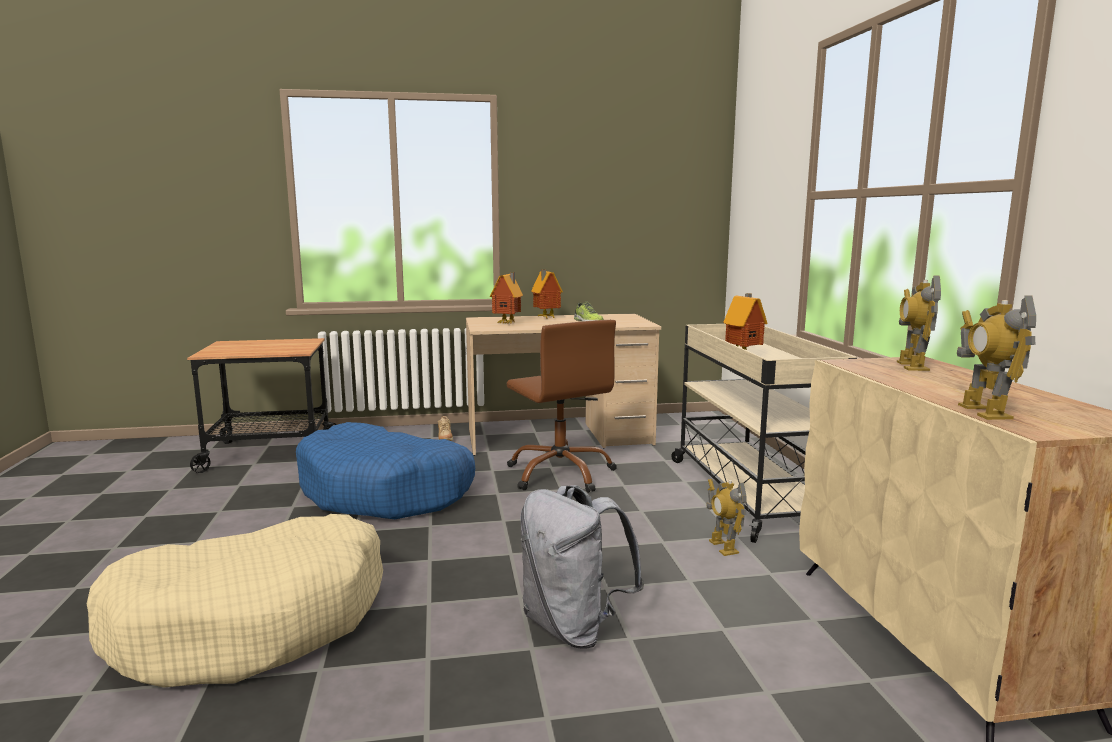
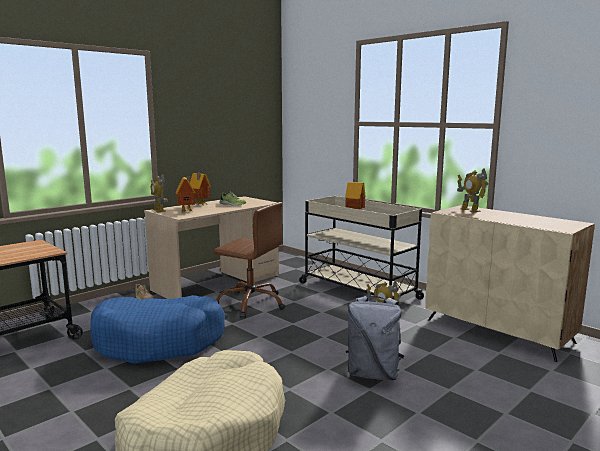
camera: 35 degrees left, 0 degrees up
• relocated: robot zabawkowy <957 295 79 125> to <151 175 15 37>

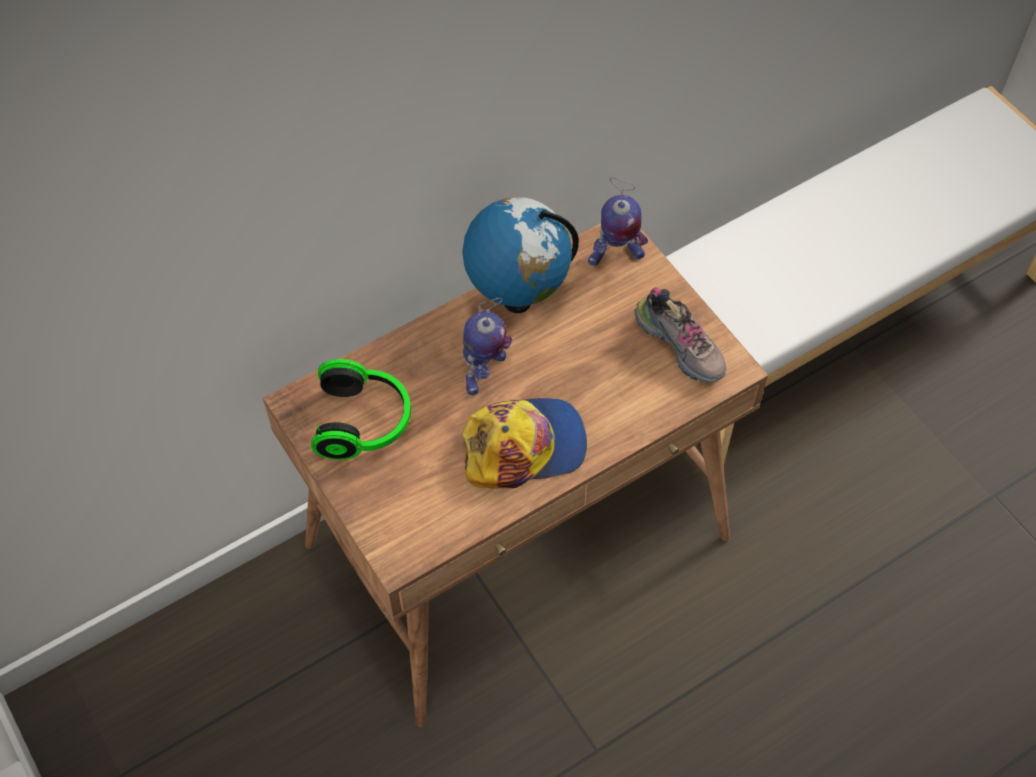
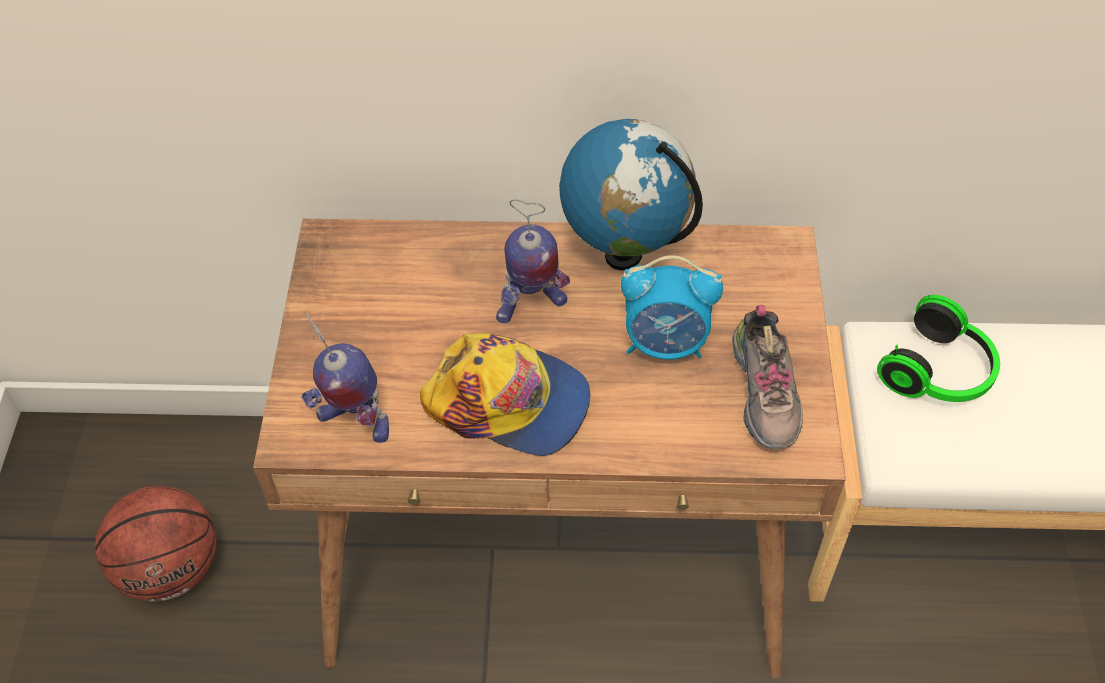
camera: 35 degrees right, 5 degrees down
• relocated: słuchawki <311 359 100 101> to <877 295 123 107>
• relocated: robot zabawkowy <588 177 60 89> to <302 311 87 132>
• appeared: piłka do koszykówki <95 486 122 116>
• appeared: budzik <621 255 102 104>

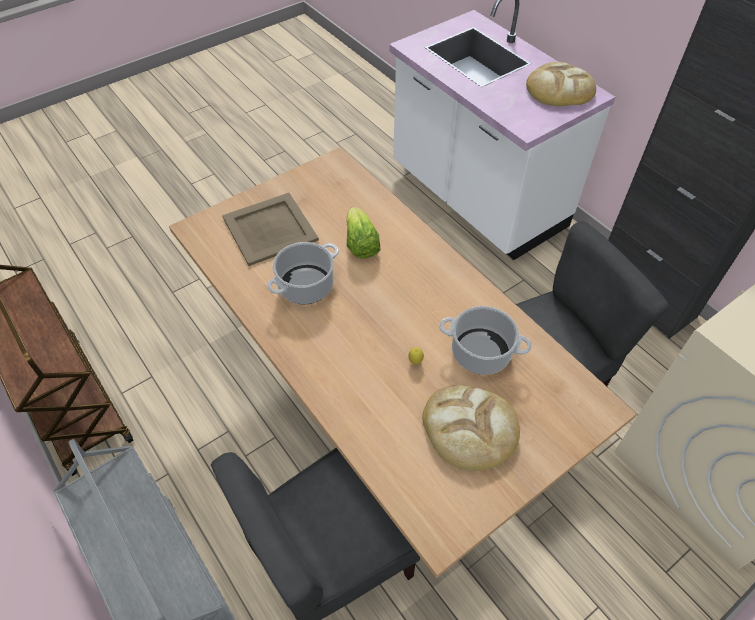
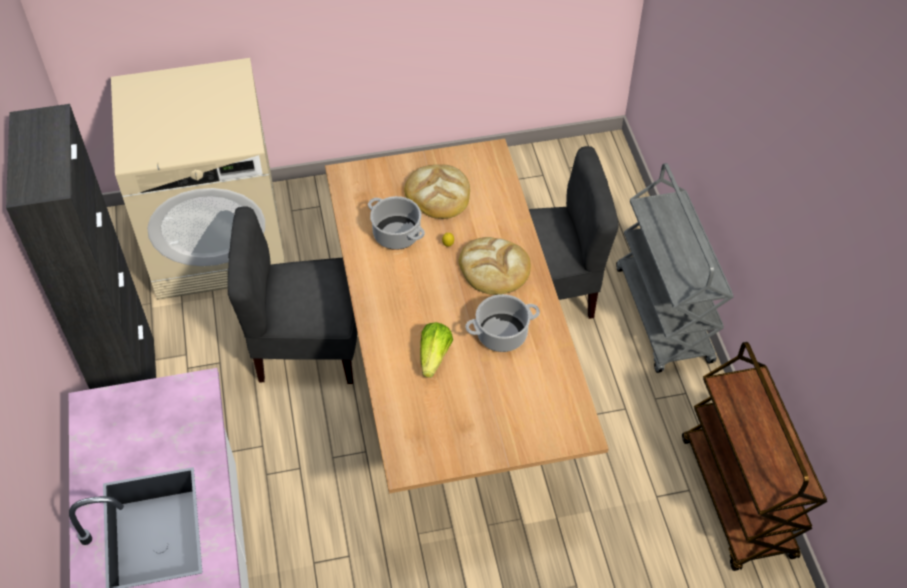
camera: 155 degrees left, 0 degrees up
• missing: taca/beżowy <222 193 97 73>
• relocated: chleb <526 62 70 44> to <458 237 73 58>

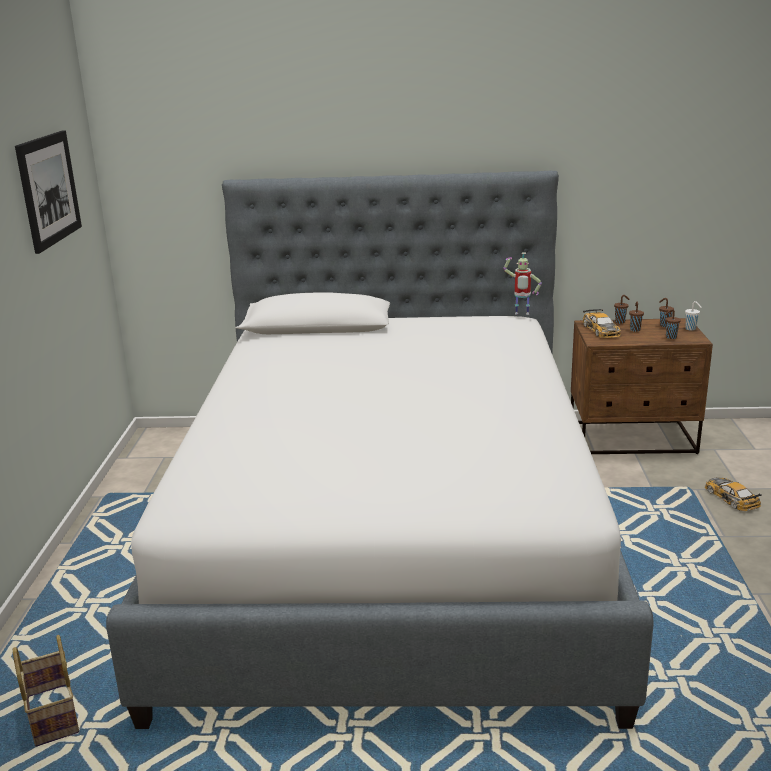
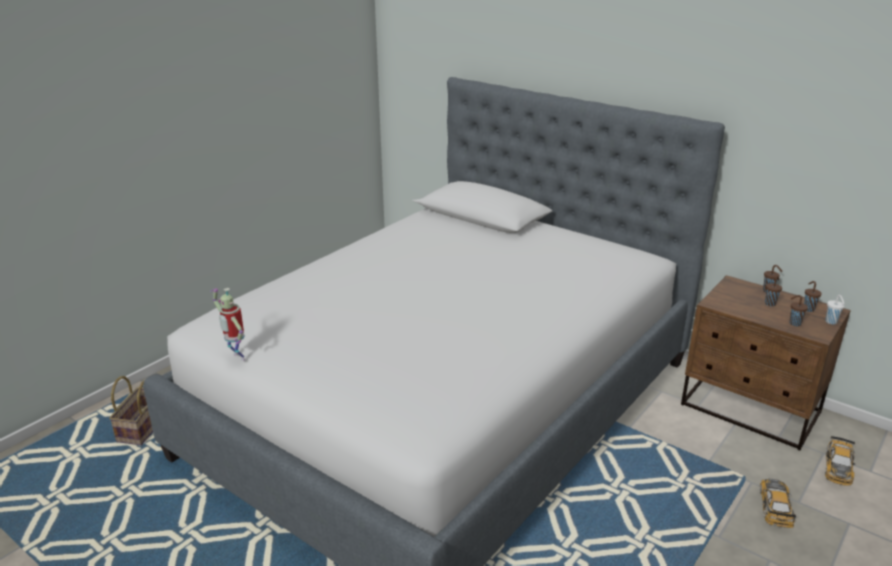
camera: 35 degrees right, 5 degrees up
• missing: obraz <15 130 67 124>
• relocated: robot zabawkowy <503 252 39 63> to <210 288 36 73>
• relocated: samochodzik <582 309 39 29> to <825 436 30 50>

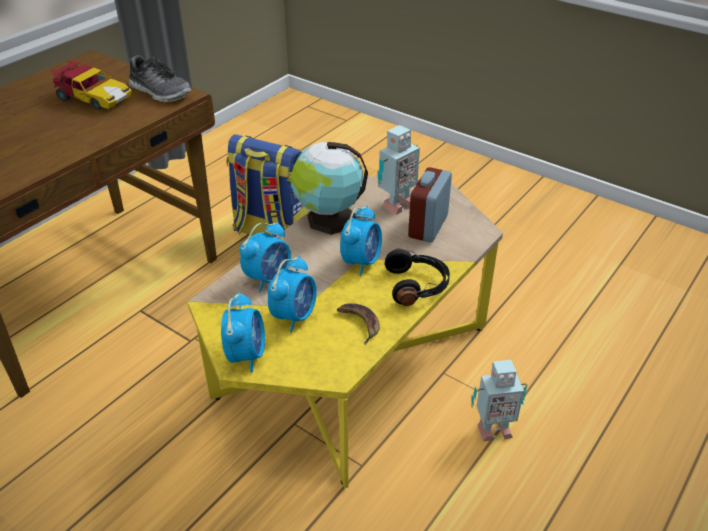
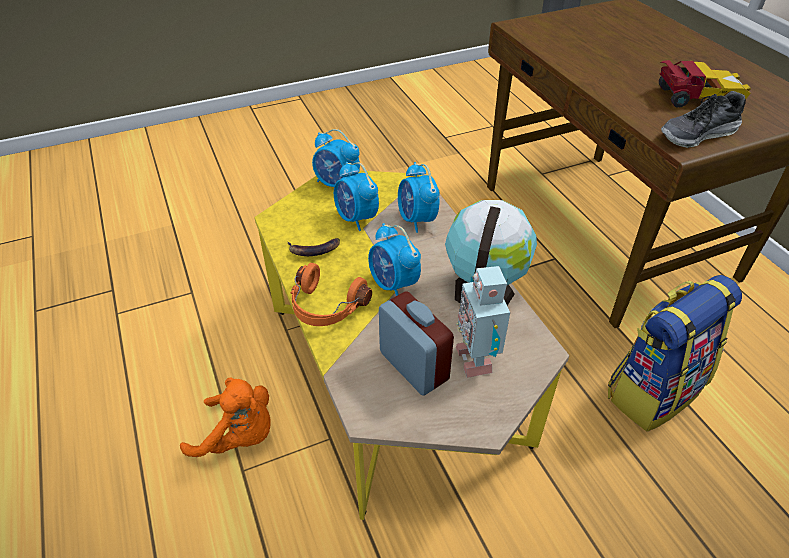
camera: 120 degrees right, 5 degrees up
• spun: samochodzik <51 61 81 49> = <659 60 92 48> 150 degrees counterclockwise
• colour: słuchawki/czarny <385 249 65 57> to słuchawki/pomarańczowy <290 263 82 63>
• exchanged: robot zabawkowy <471 360 57 81> to pluszak/pomarańczowy <180 377 90 80>

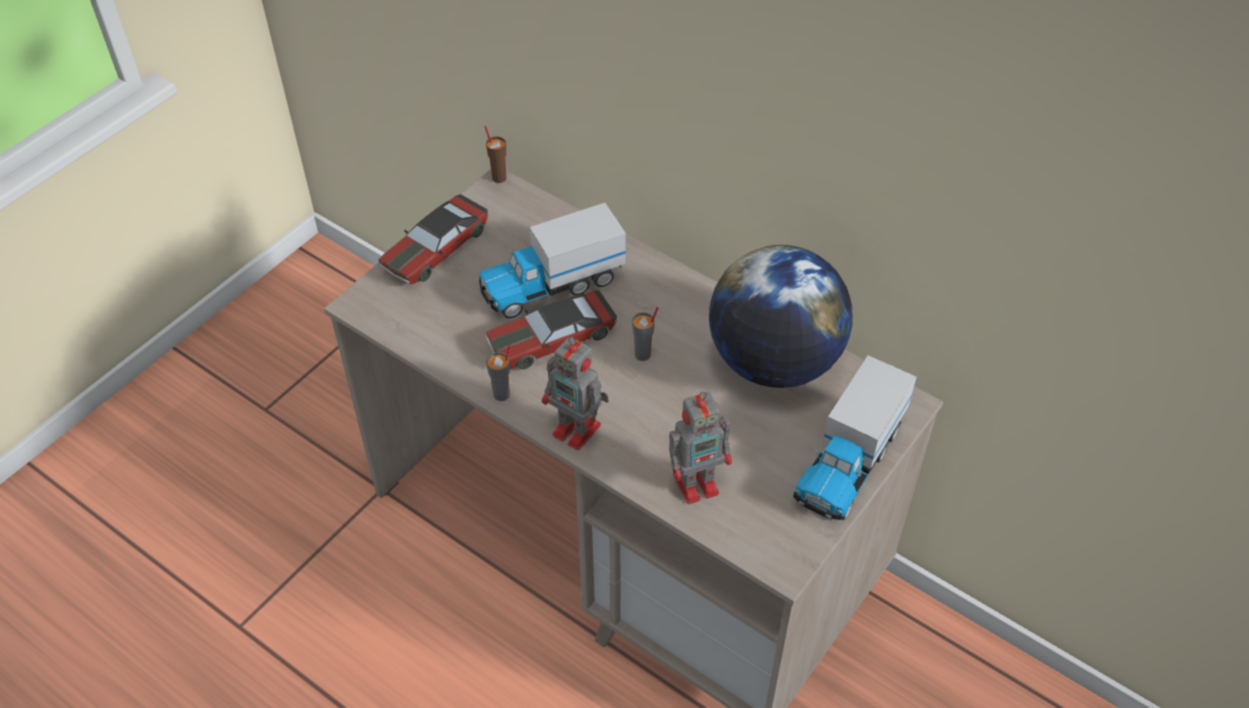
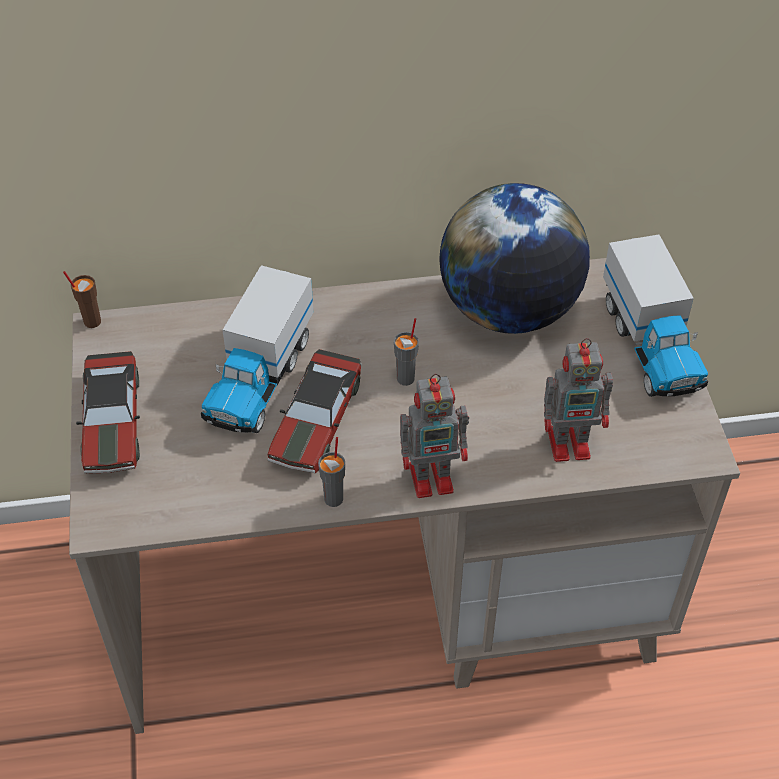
camera: 45 degrees left, 0 degrees up
• spun: robot zabawkowy <669 392 63 112> = <544 338 69 124> 60 degrees clockwise

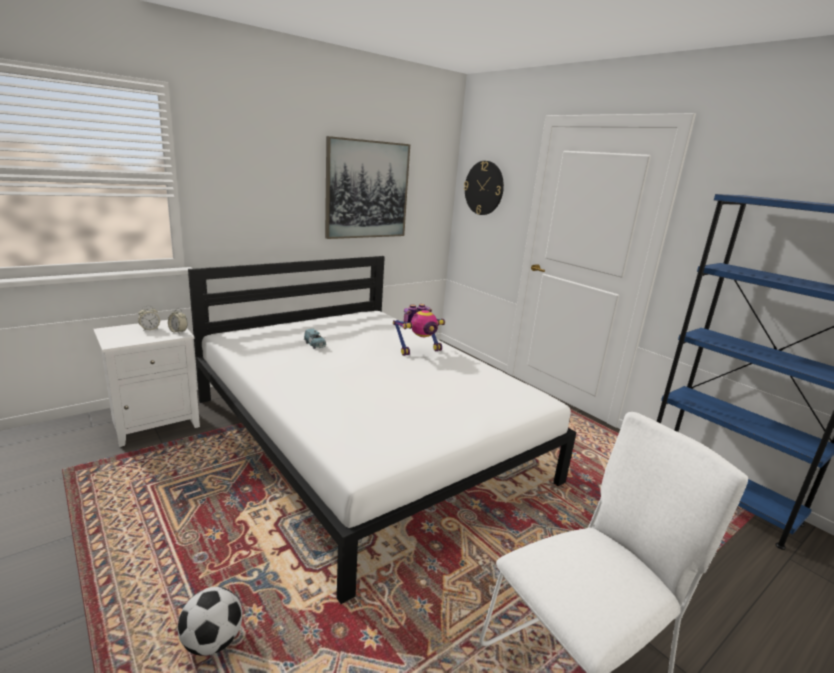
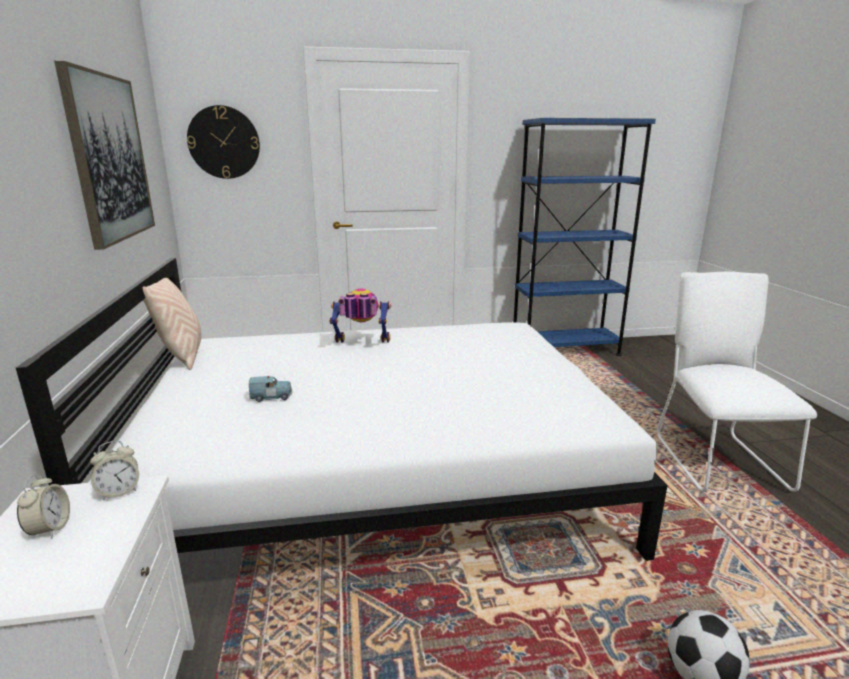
camera: 60 degrees left, 0 degrees up
• spun: robot zabawkowy <393 304 52 52> = <329 289 62 53> 90 degrees counterclockwise
• appeared: poduszka/beżowy <143 278 58 92>

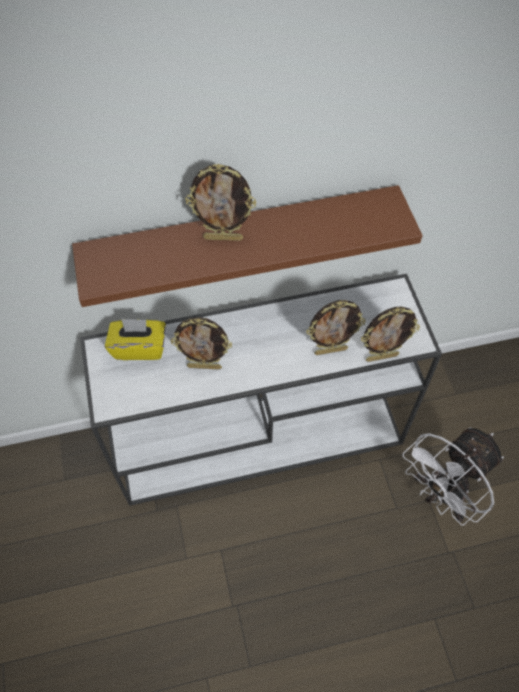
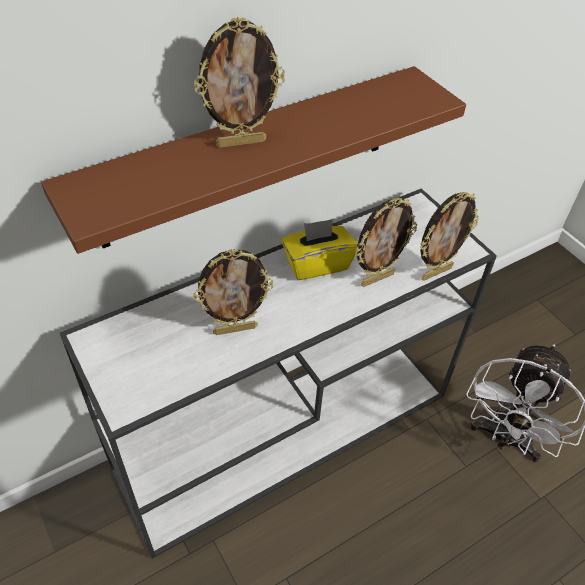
camera: 20 degrees left, 10 degrees down
• relocated: pudełko chusteczek/żółty <105 318 61 42> to <281 219 77 61>

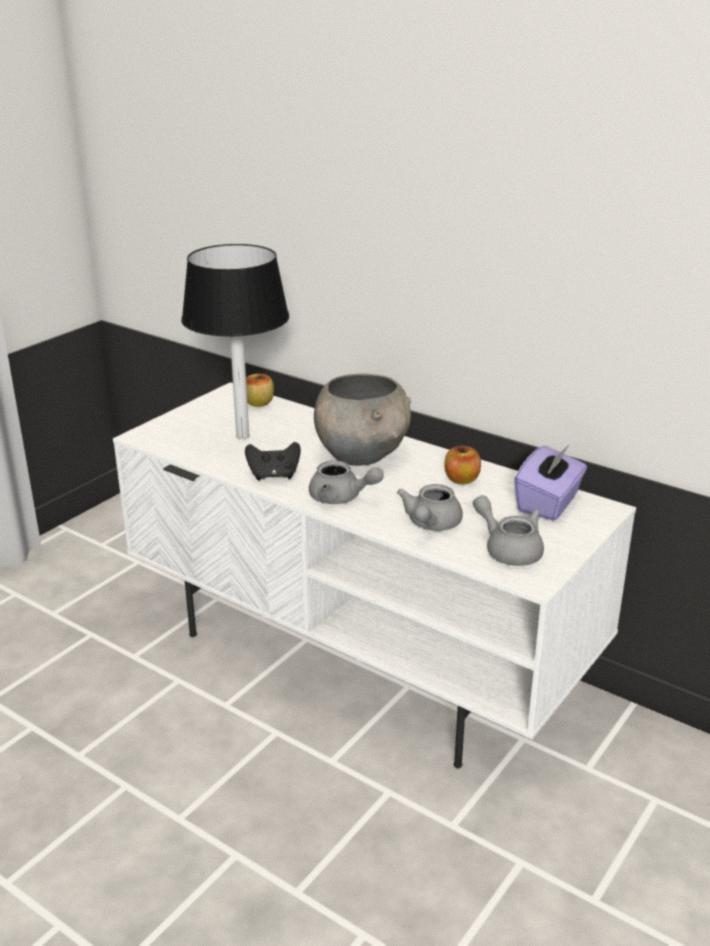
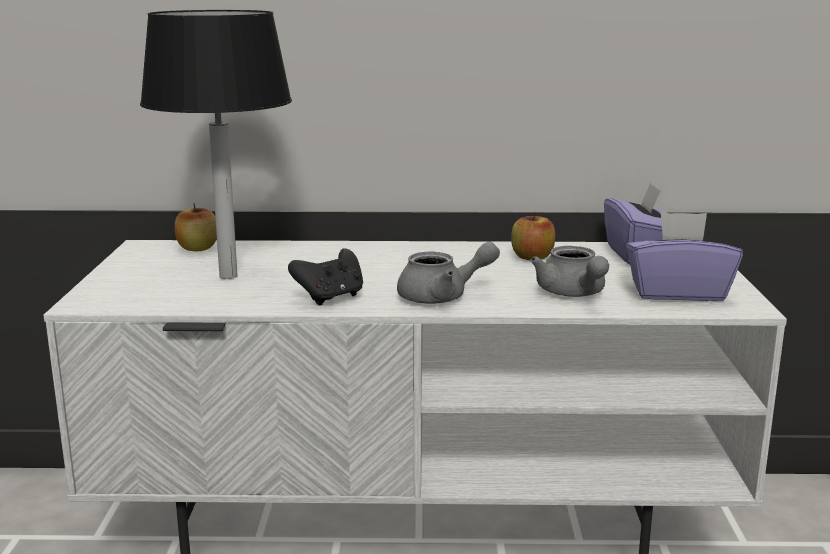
camera: 35 degrees left, 10 degrees down
• missing: miska/szary <314 374 97 92>
• exchanged: imbryk/szary <473 495 71 71> to pudełko chusteczek/fioletowy <626 212 117 89>

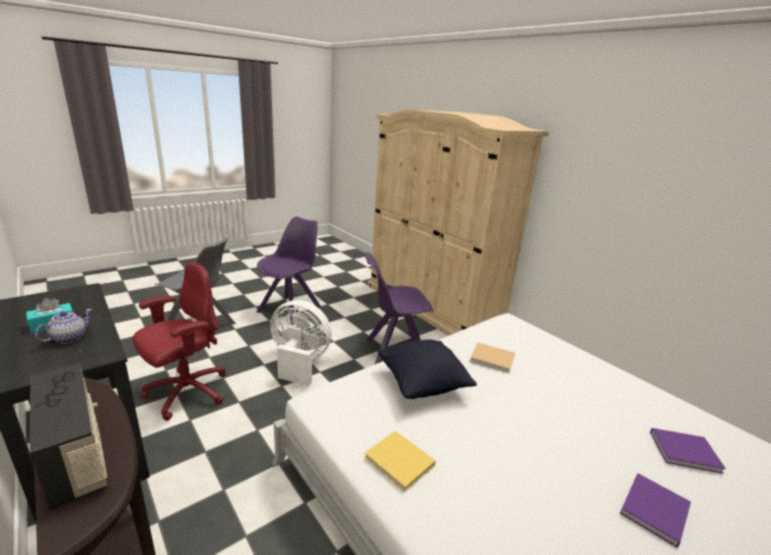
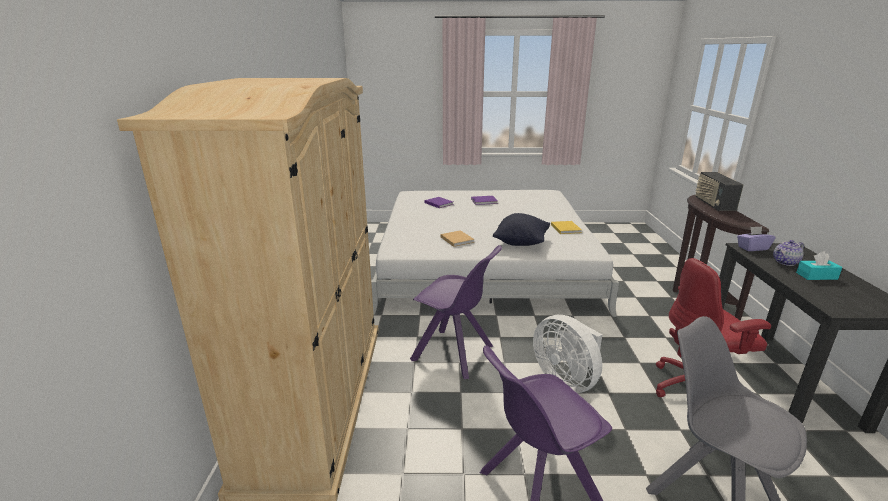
camera: 140 degrees left, 0 degrees up
• appeared: pudełko chusteczek/fioletowy <737 226 39 25>

